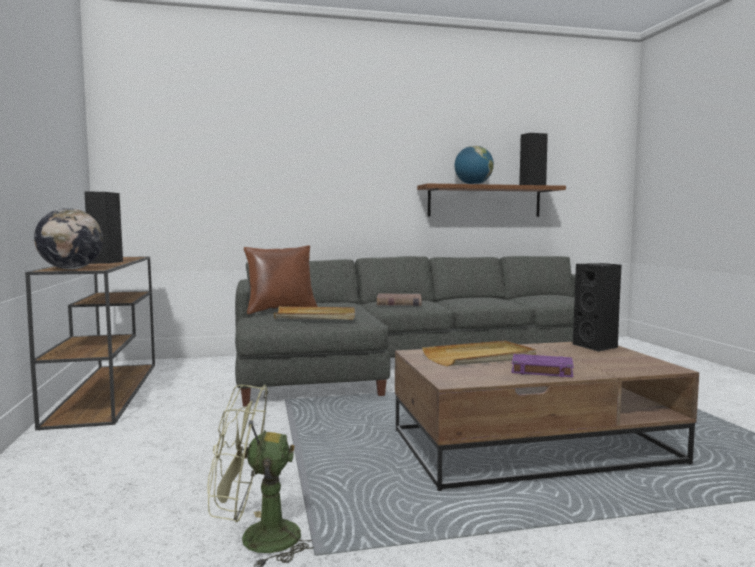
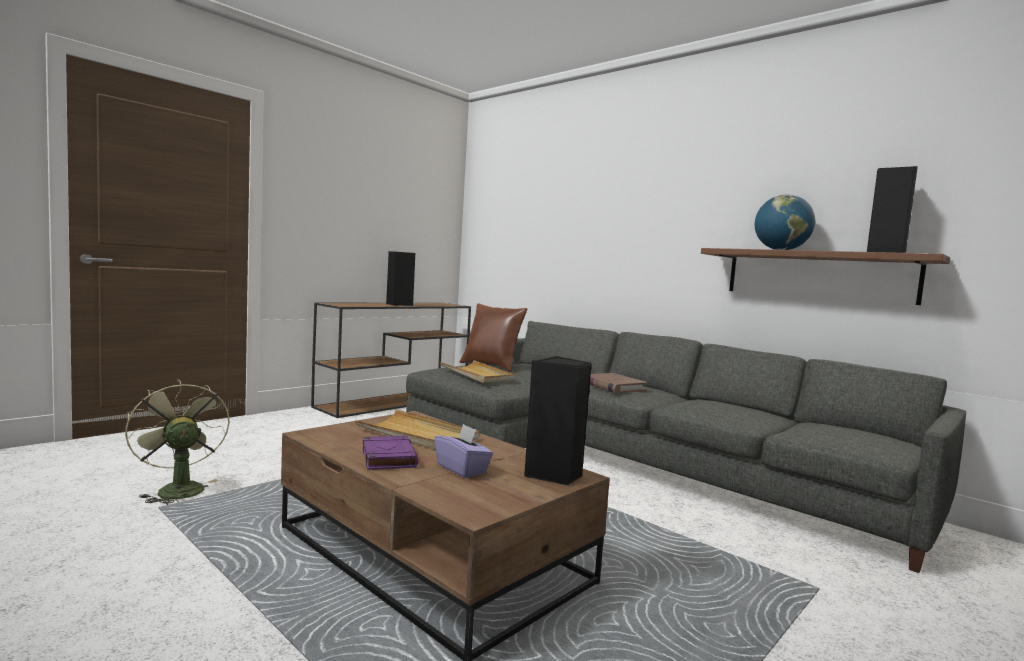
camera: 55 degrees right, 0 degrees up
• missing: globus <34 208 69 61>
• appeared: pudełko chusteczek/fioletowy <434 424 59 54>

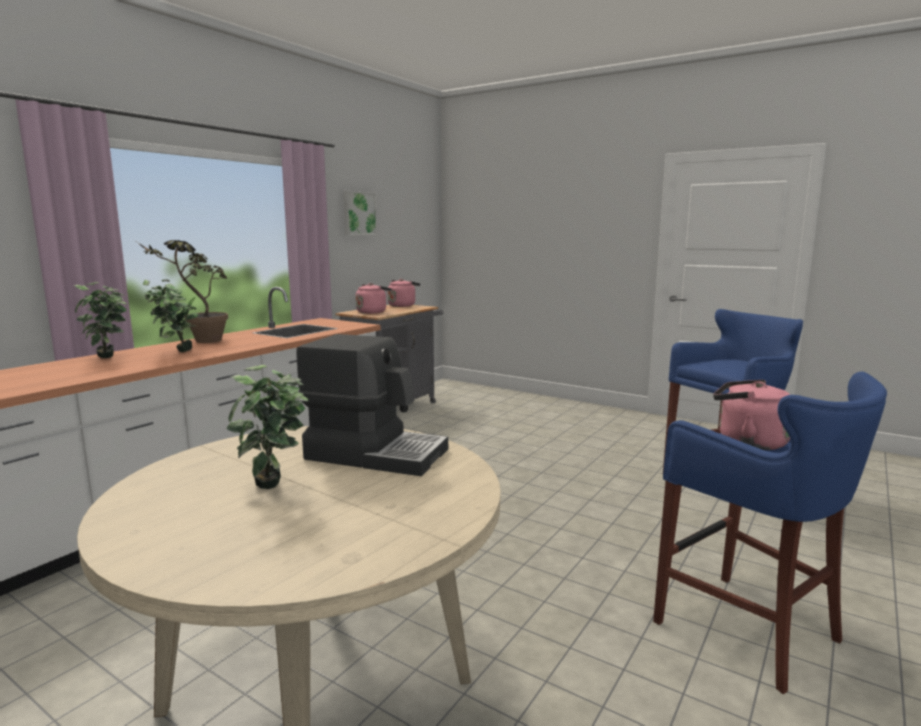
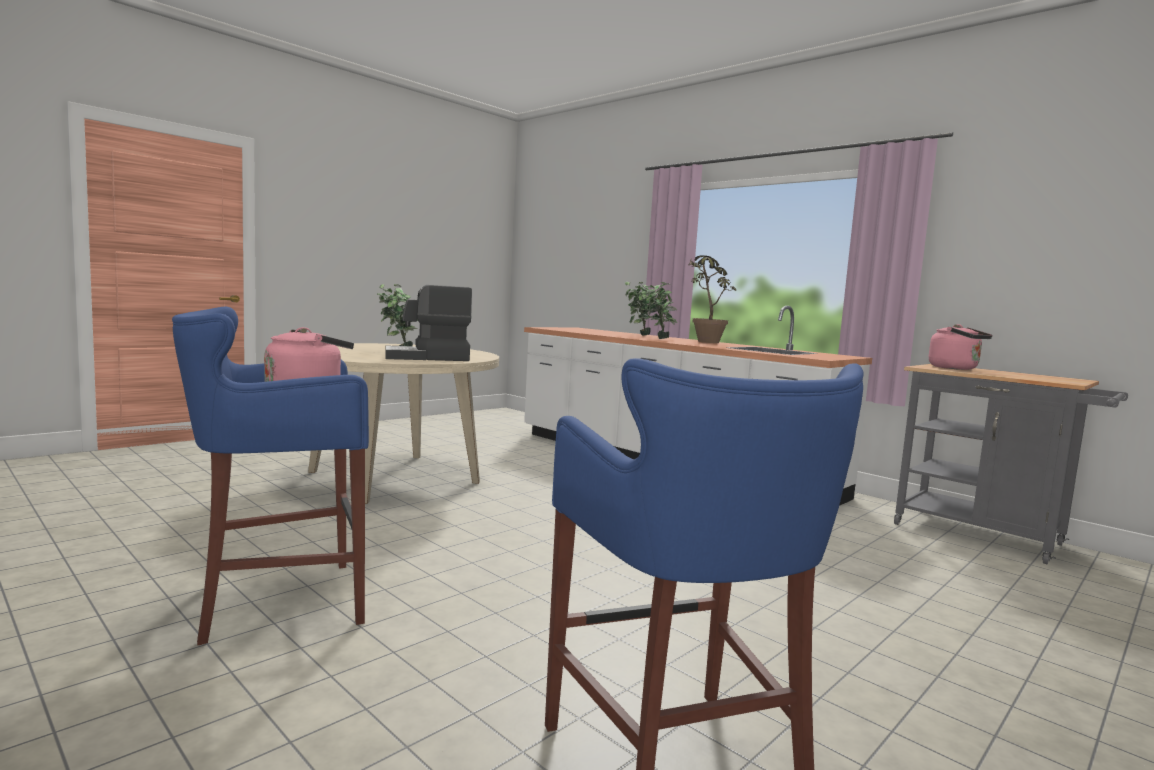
camera: 100 degrees right, 5 degrees down
• spun: ekspres do kawy <296 334 152 142> = <385 285 87 76> 45 degrees clockwise
• missing: obraz <343 191 34 44>
• missing: czajnik/różowy <387 279 33 28>

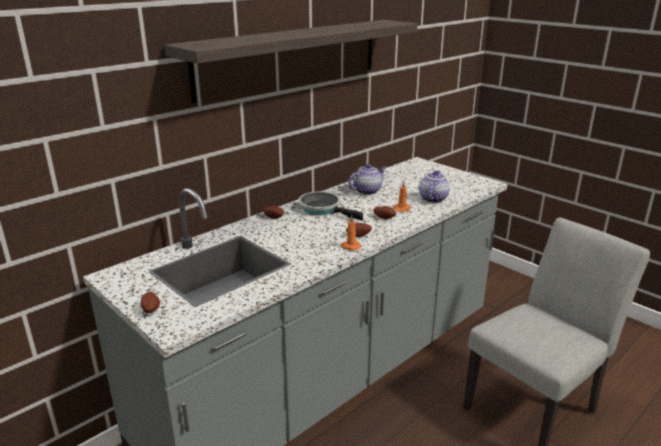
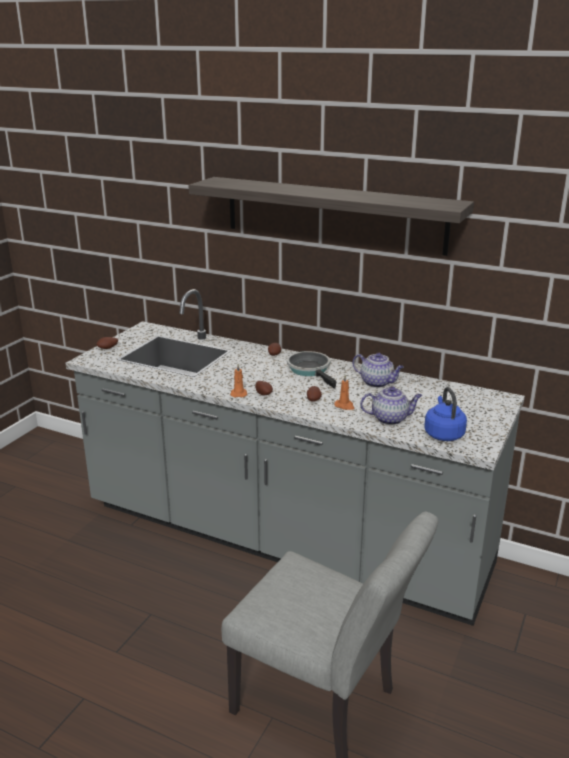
camera: 70 degrees right, 0 degrees up
• spun: patelnia <298 191 65 30> = <287 351 49 38> 45 degrees counterclockwise
• appeared: czajnik/niebieski <424 387 43 54>

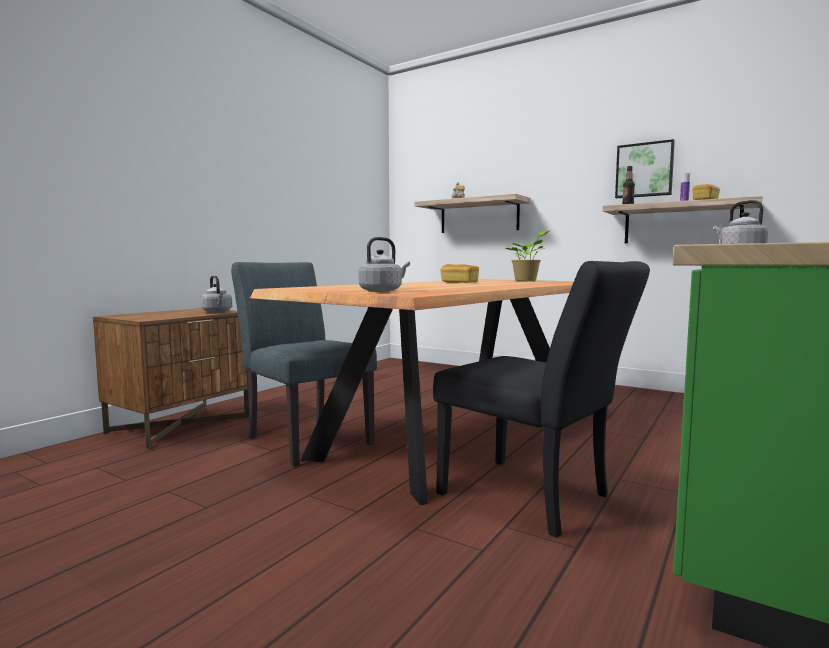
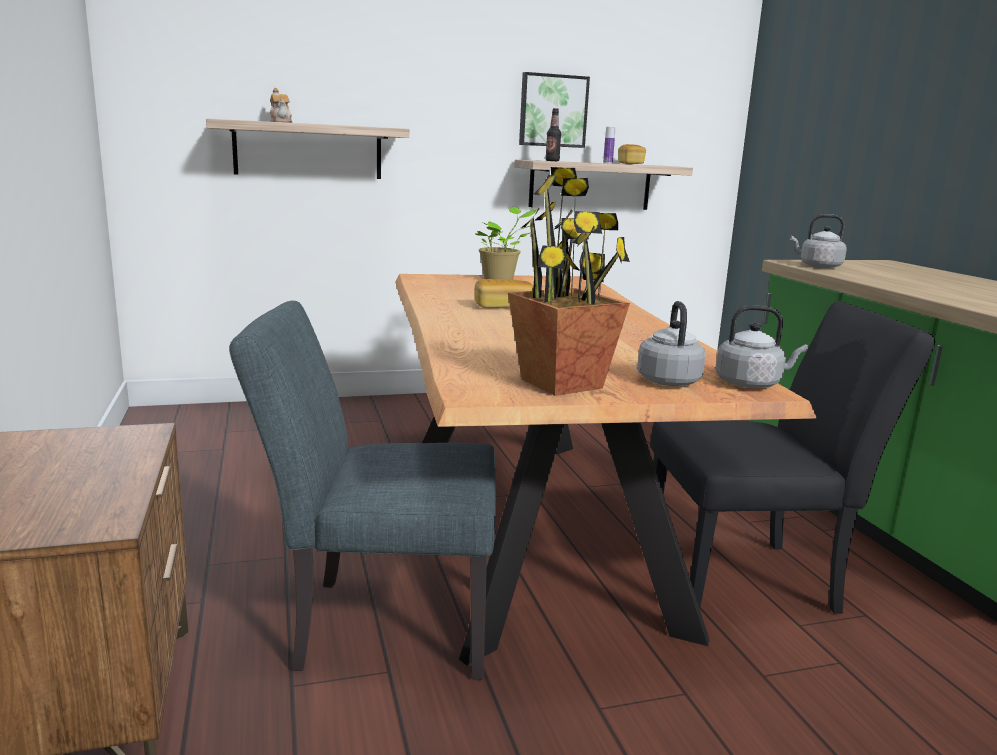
camera: 50 degrees left, 10 degrees up
• relocated: czajnik/szary <201 275 31 38> to <716 305 92 83>
• appeared: roślina doniczkowa <508 167 122 229>

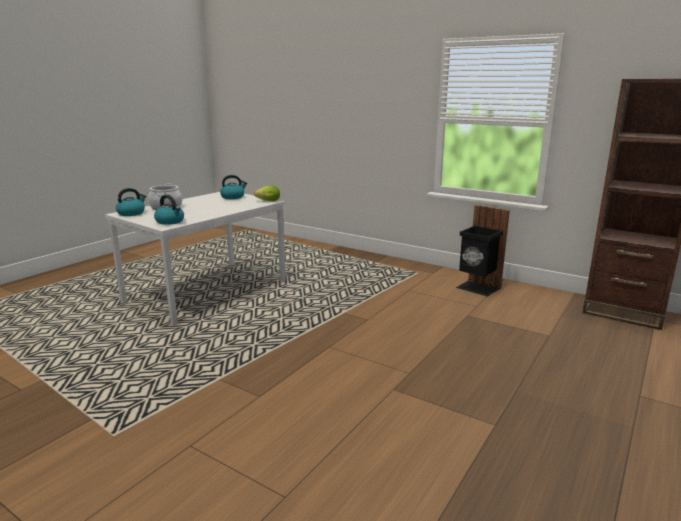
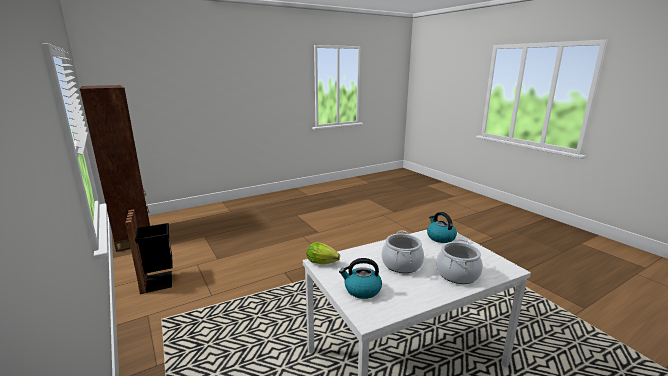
camera: 155 degrees left, 0 degrees up
• missing: czajnik <116 188 30 28>
• appeared: garnek <381 230 43 43>

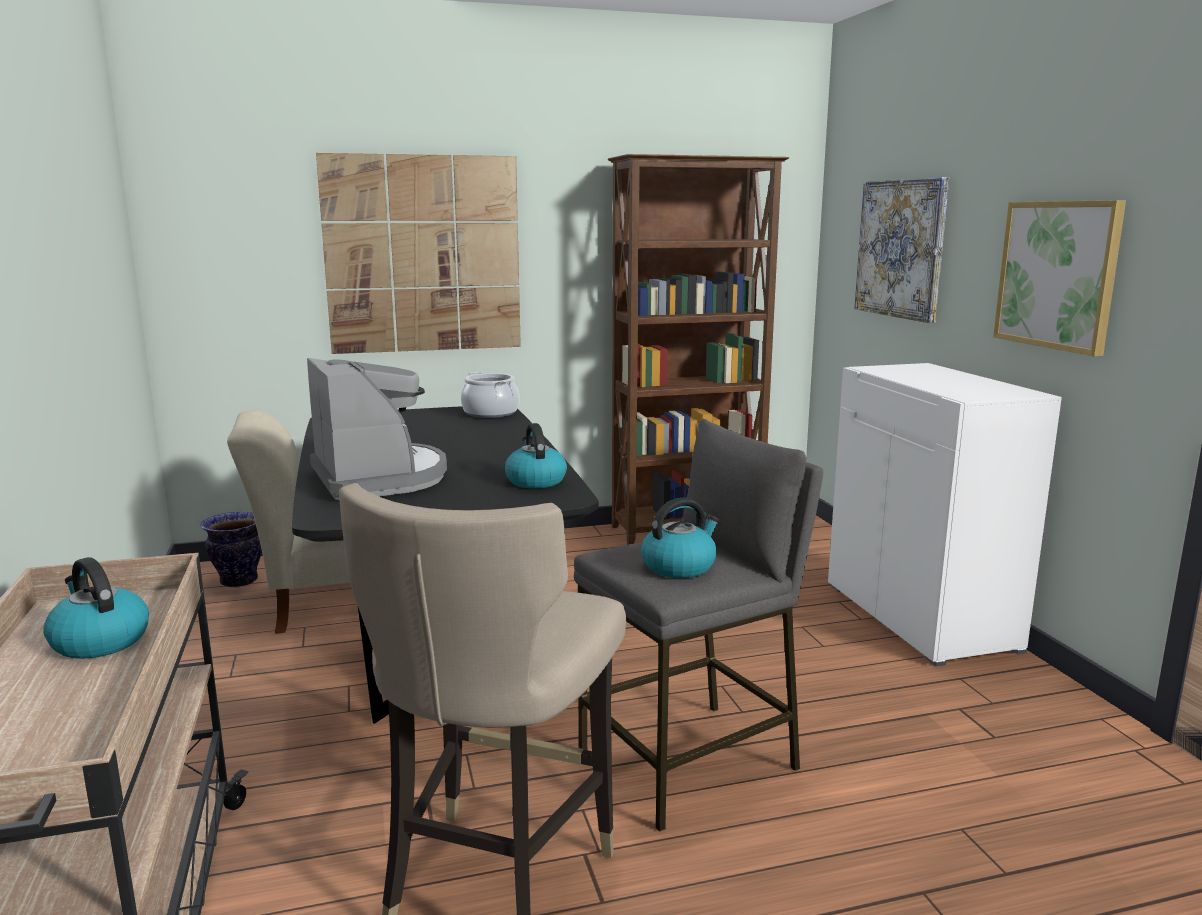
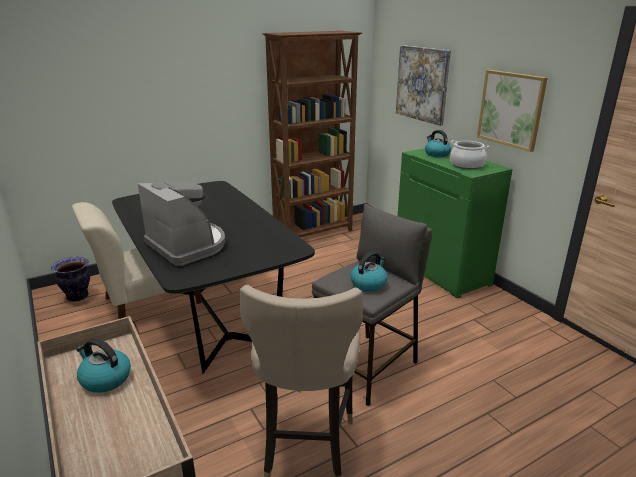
camera: 15 degrees left, 10 degrees up
• missing: obraz <316 153 205 201>
• relocated: garnek <461 372 59 46> to <450 140 39 29>
• relocated: czajnik <505 423 62 65> to <425 130 26 27>
• colour: szafka/biały <828 363 234 304> to szafka/zielony <398 148 115 150>

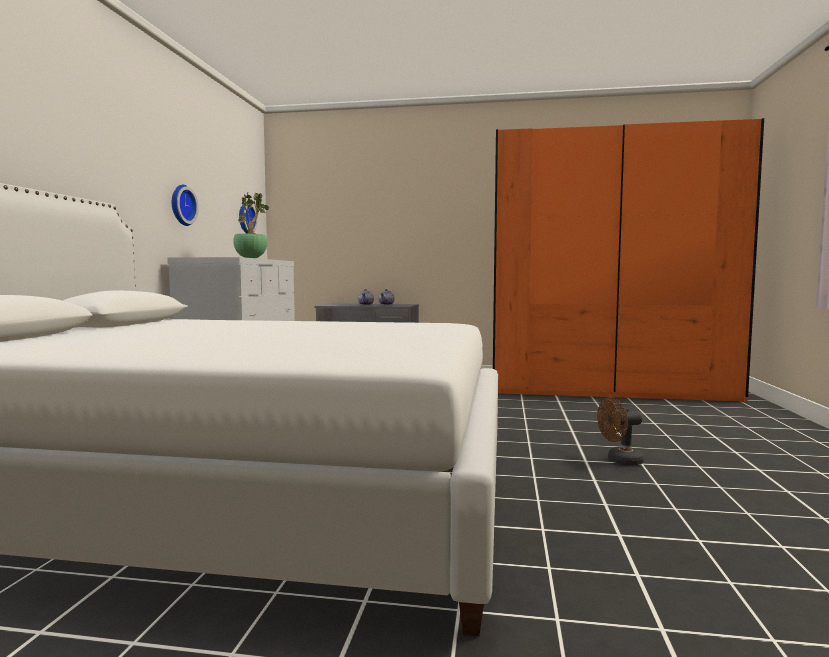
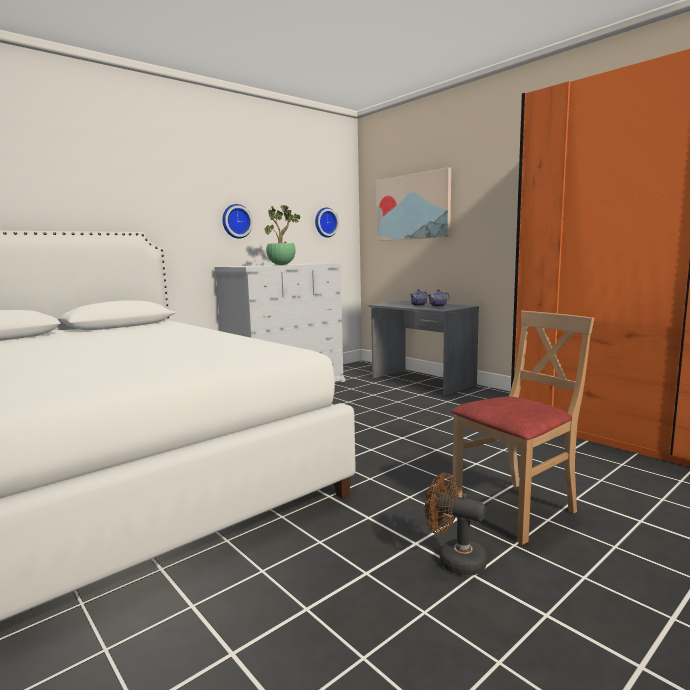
camera: 40 degrees right, 5 degrees up
• appeared: obraz <376 167 75 74>
• appeared: krzesło/beżowy <451 311 143 234>

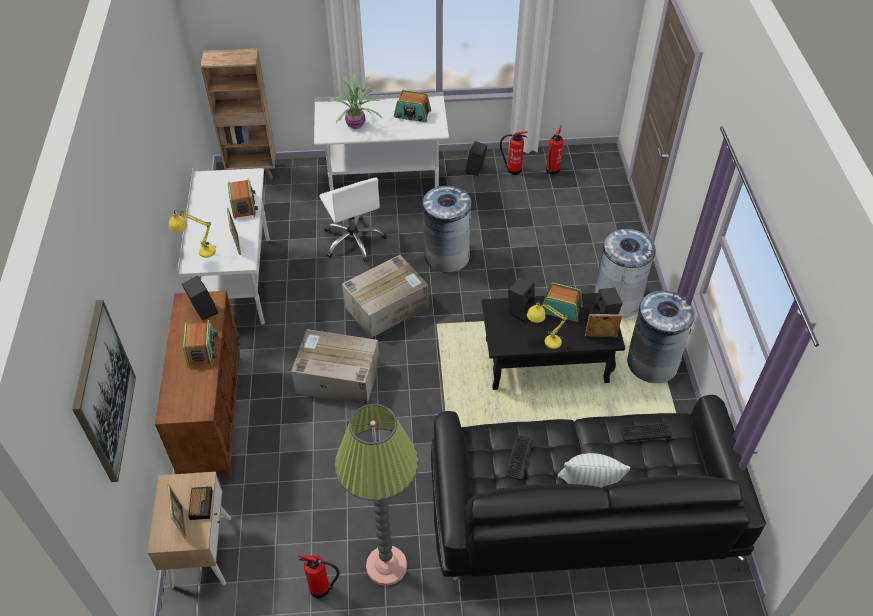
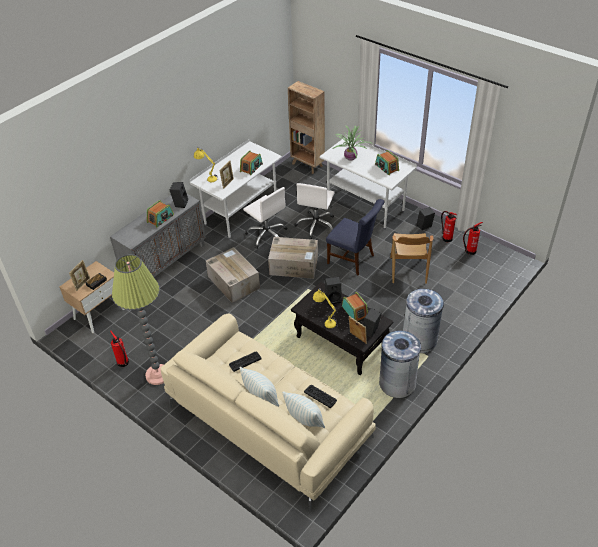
camera: 45 degrees right, 5 degrees down
• missing: obraz <72 300 64 182>
• colour: szafka/brązowy <155 291 86 186> to szafka/szary <110 194 96 83>
• exchanged: kosz na śmieci/szary <422 186 50 87> to krzesło/niebieski <326 199 59 76>
• colour: kanapa/czarny <431 395 335 198> to kanapa/beżowy <160 314 216 197>
• appeared: krzesło biurowe/biały <243 187 44 62>
• appeared: poduszka <282 391 43 37>
• appeared: krzesło/brązowy <390 233 44 51>

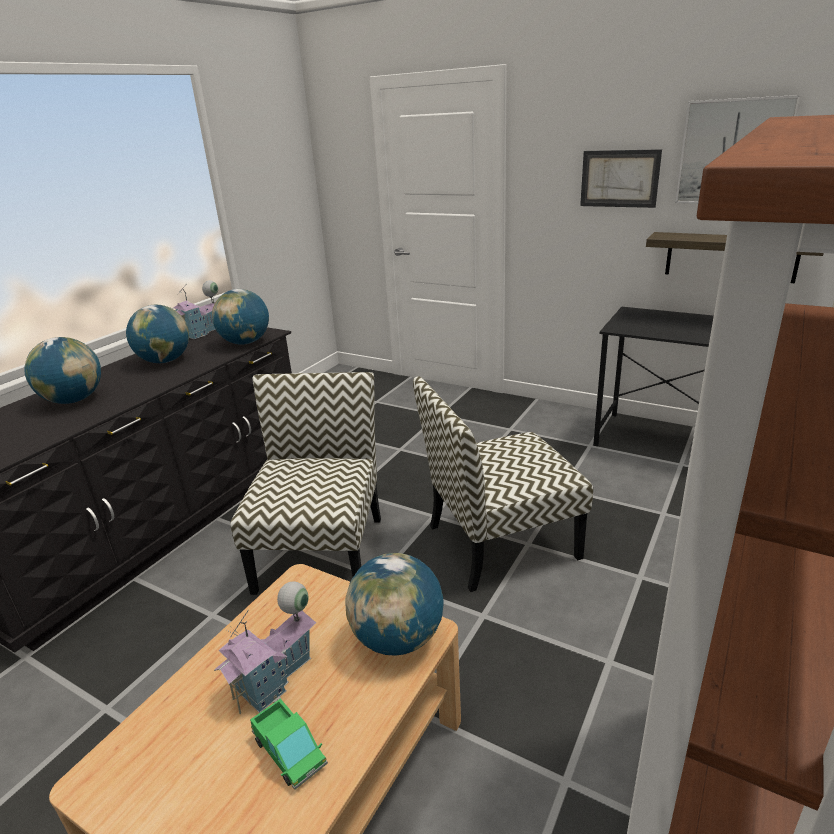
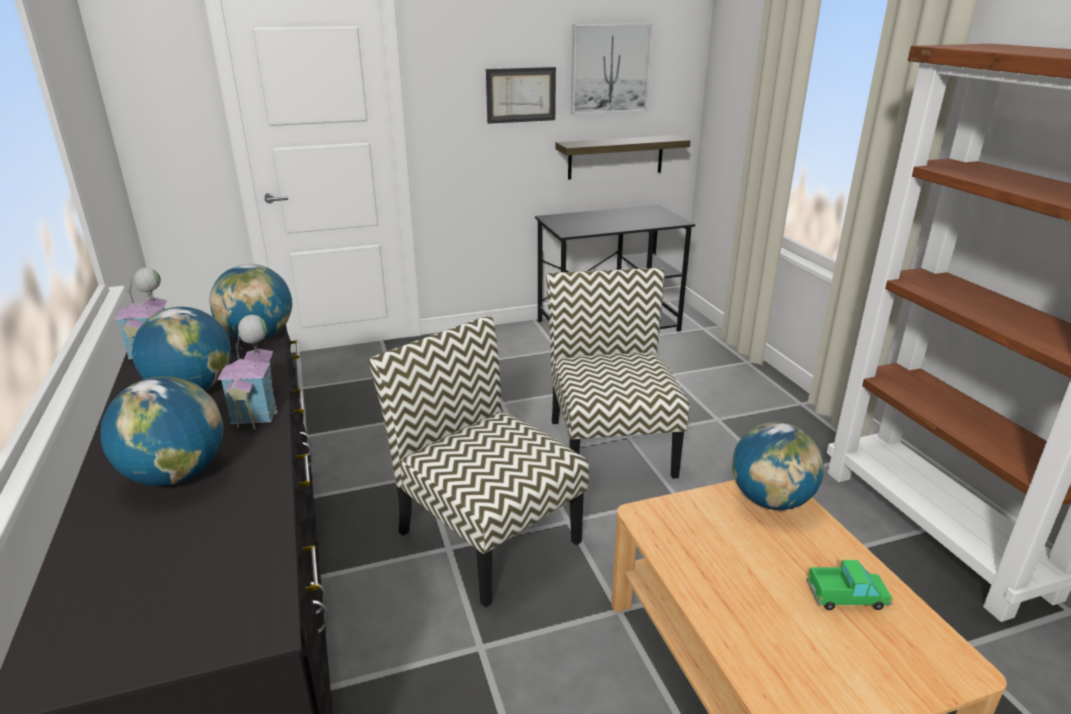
camera: 50 degrees left, 0 degrees up
• relocated: domek <214 581 102 133> to <218 315 60 114>
• spun: krzesło <413 377 180 215> = <546 268 144 211> 150 degrees clockwise

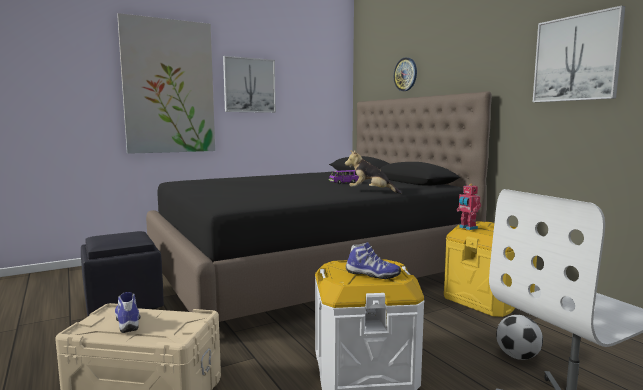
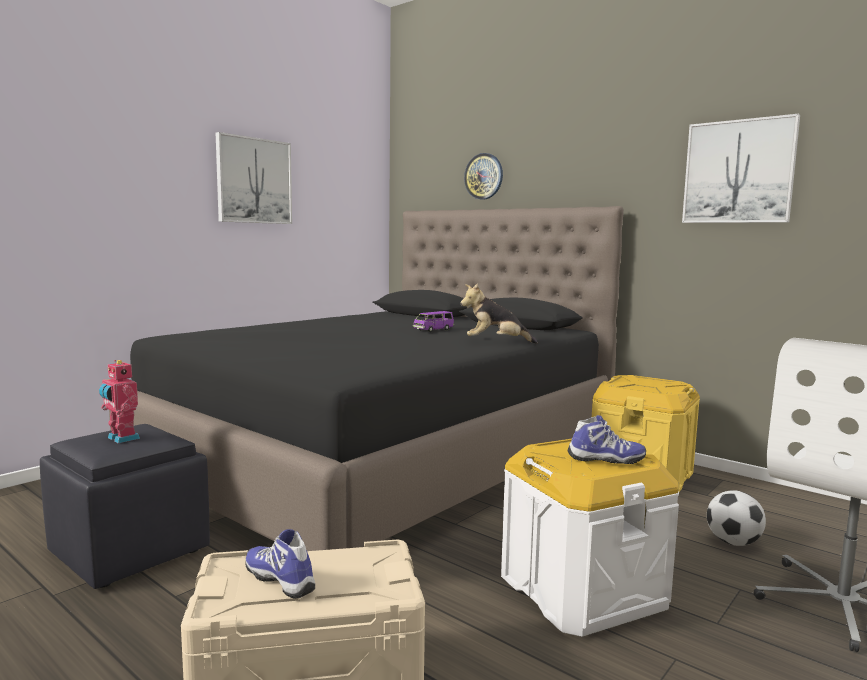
camera: 20 degrees left, 0 degrees up
• missing: obraz <117 13 98 141>
• relocated: robot zabawkowy <457 184 24 46> to <99 360 41 83>

